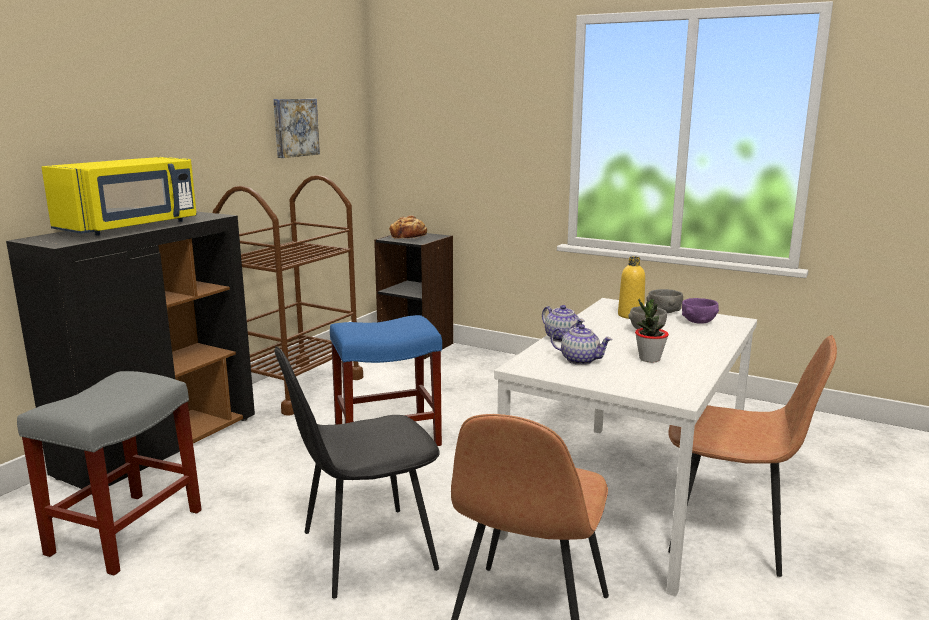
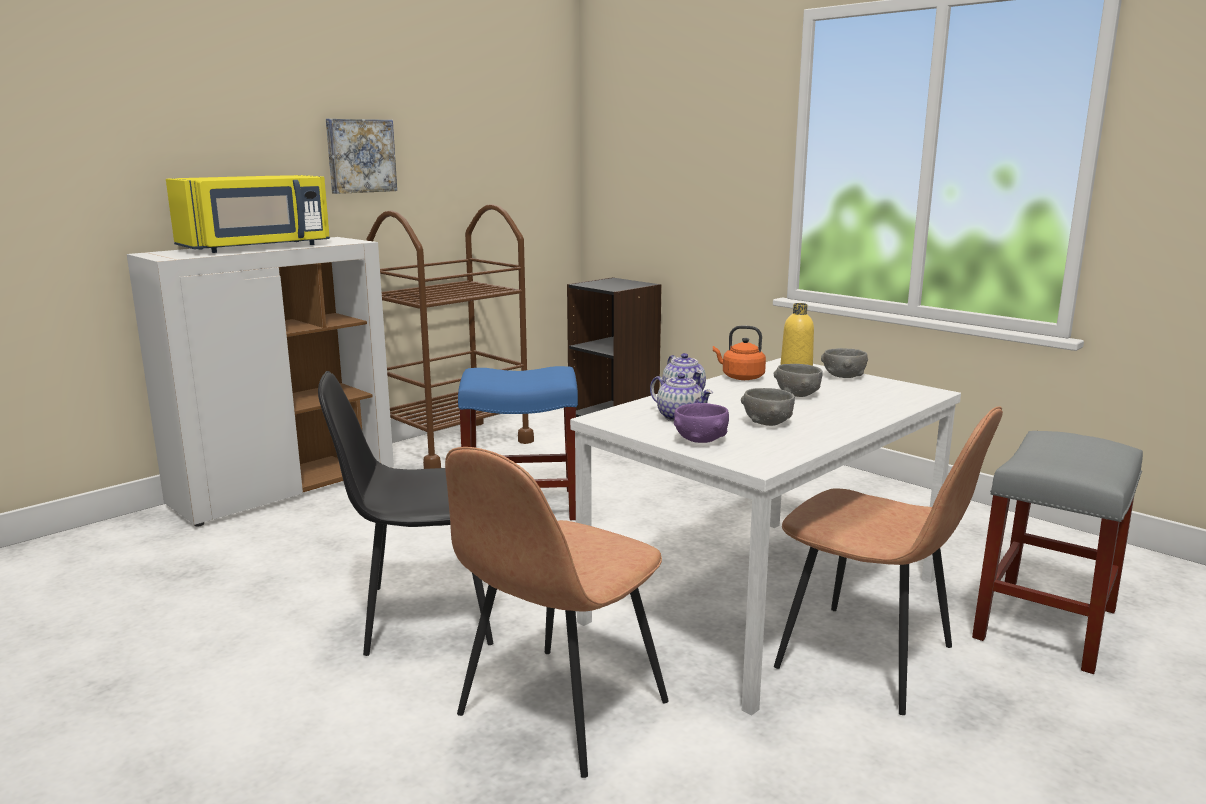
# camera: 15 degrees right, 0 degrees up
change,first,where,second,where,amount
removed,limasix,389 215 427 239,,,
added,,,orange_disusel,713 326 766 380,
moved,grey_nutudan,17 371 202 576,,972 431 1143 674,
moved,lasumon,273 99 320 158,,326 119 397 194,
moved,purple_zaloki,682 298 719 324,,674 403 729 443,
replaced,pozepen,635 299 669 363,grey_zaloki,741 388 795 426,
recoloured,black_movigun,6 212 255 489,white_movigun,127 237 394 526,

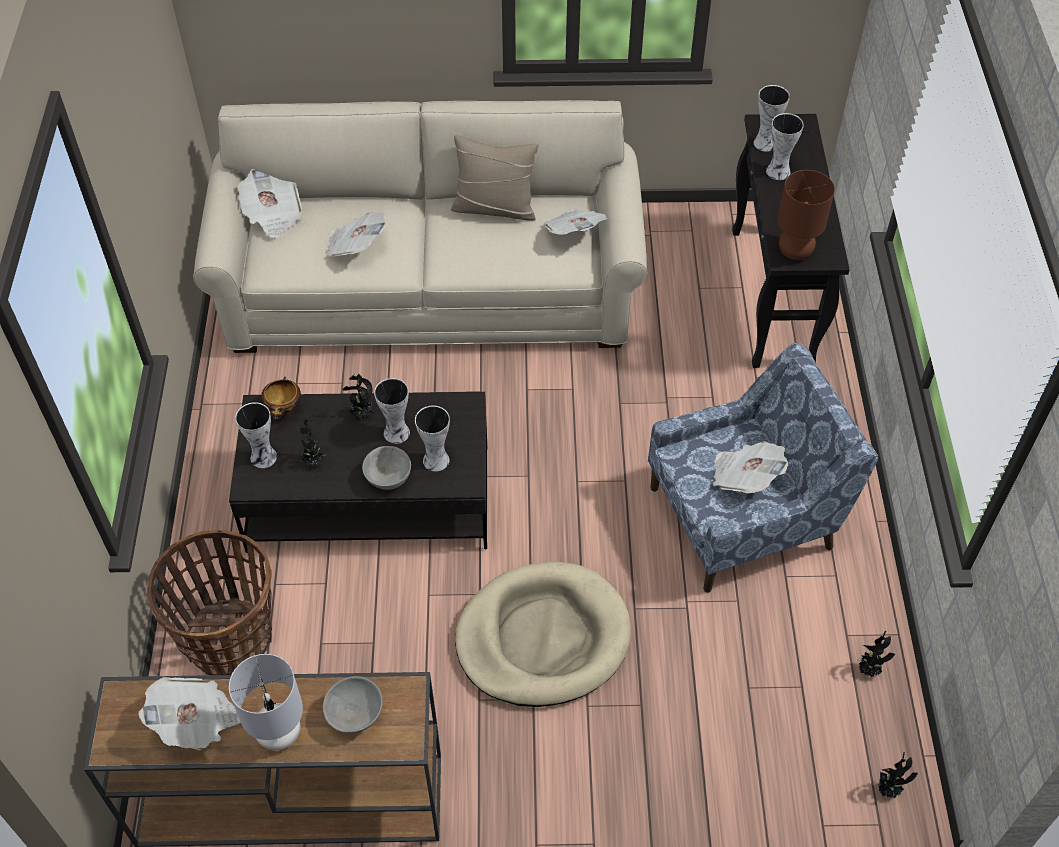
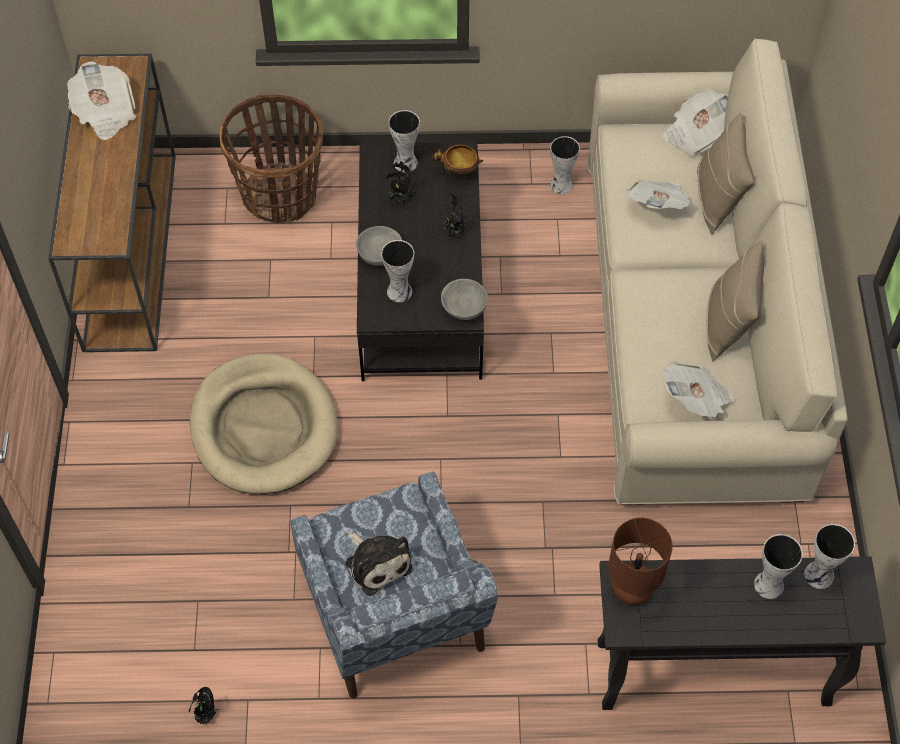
# camera: 90 degrees right, 5 degrees up
change,first,where,second,where,amount
removed,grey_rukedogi,229 654 303 751,,,
removed,pozepen,878 752 918 799,,,
added,,,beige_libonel,697 113 754 235,
moved,grey_zaloki,323 676 383 733,,441 279 488 320,
moved,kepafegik,374 378 410 444,,550 136 580 194,
replaced,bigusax,713 441 788 493,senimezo,345 532 412 596,

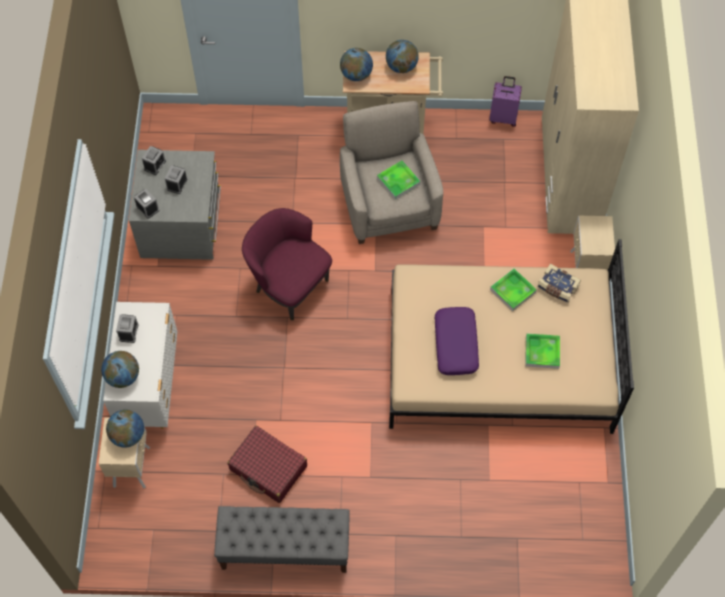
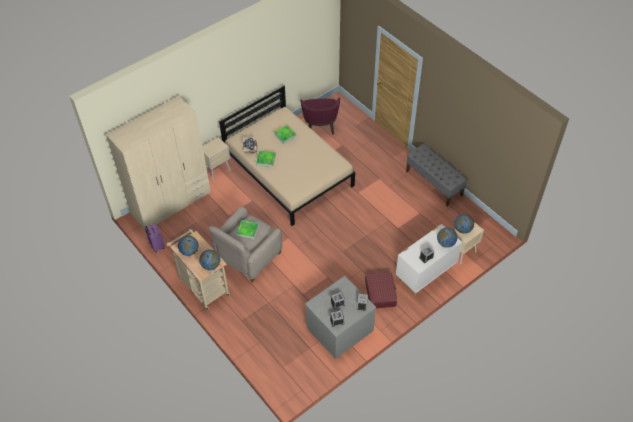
# camera: 130 degrees left, 10 degrees down
change,first,where,second,where,amount
removed,purple_libonel,434 307 479 375,,,
moved,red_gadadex,227 426 307 503,,365 272 397 308,
moved,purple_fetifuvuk,242 208 332 320,,300 97 340 135,

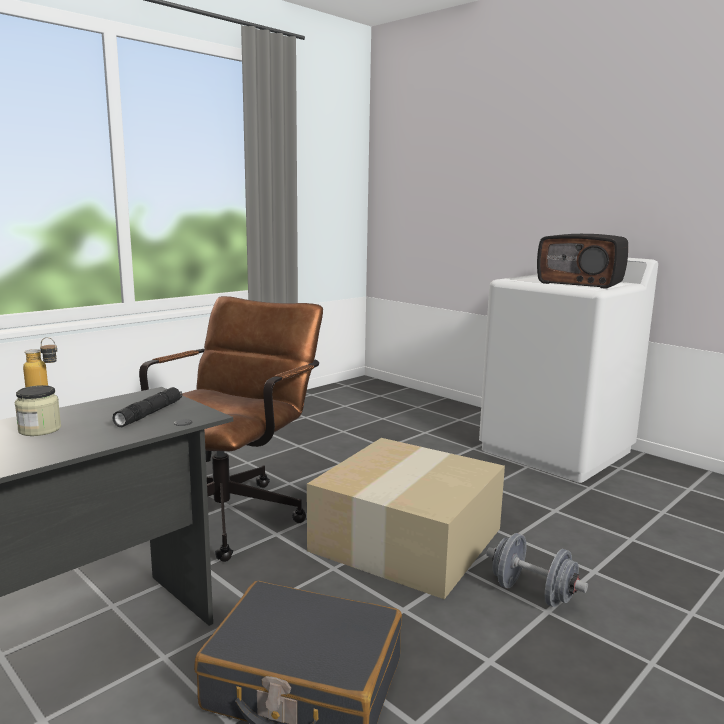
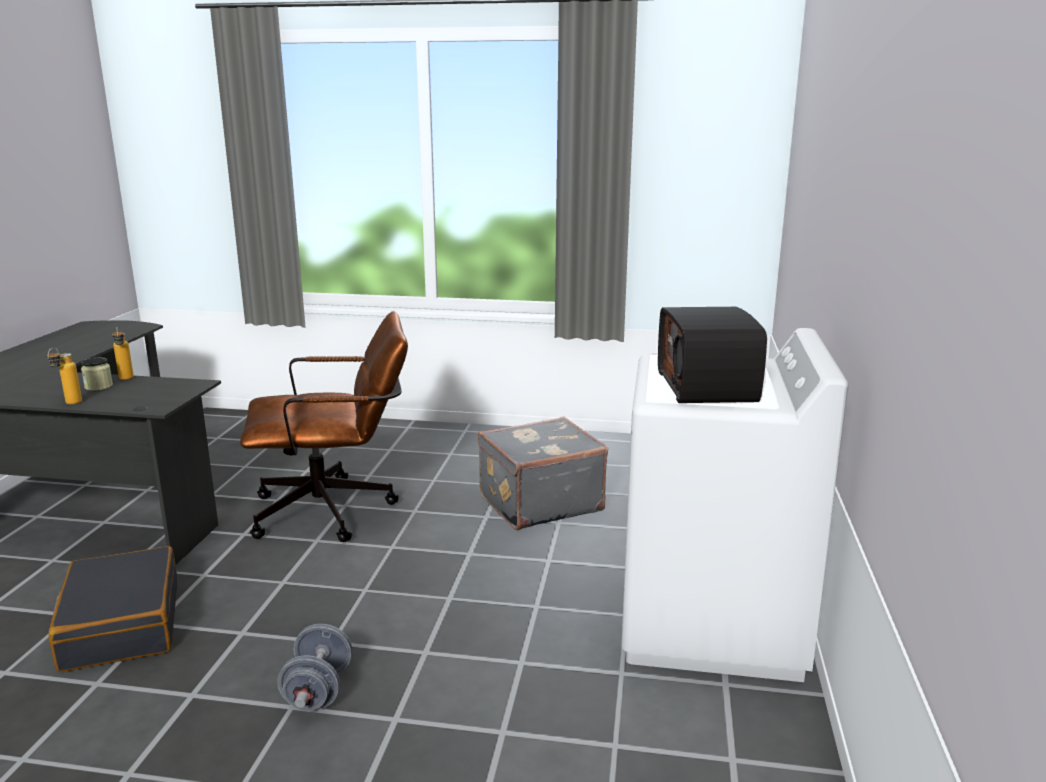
# camera: 55 degrees right, 5 degrees up
change,first,where,second,where,amount
removed,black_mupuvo,112 387 182 427,,,
removed,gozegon,307 438 505 599,,,
added,,,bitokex,47 348 82 404,
added,,,grey_gadadex,478 417 608 530,

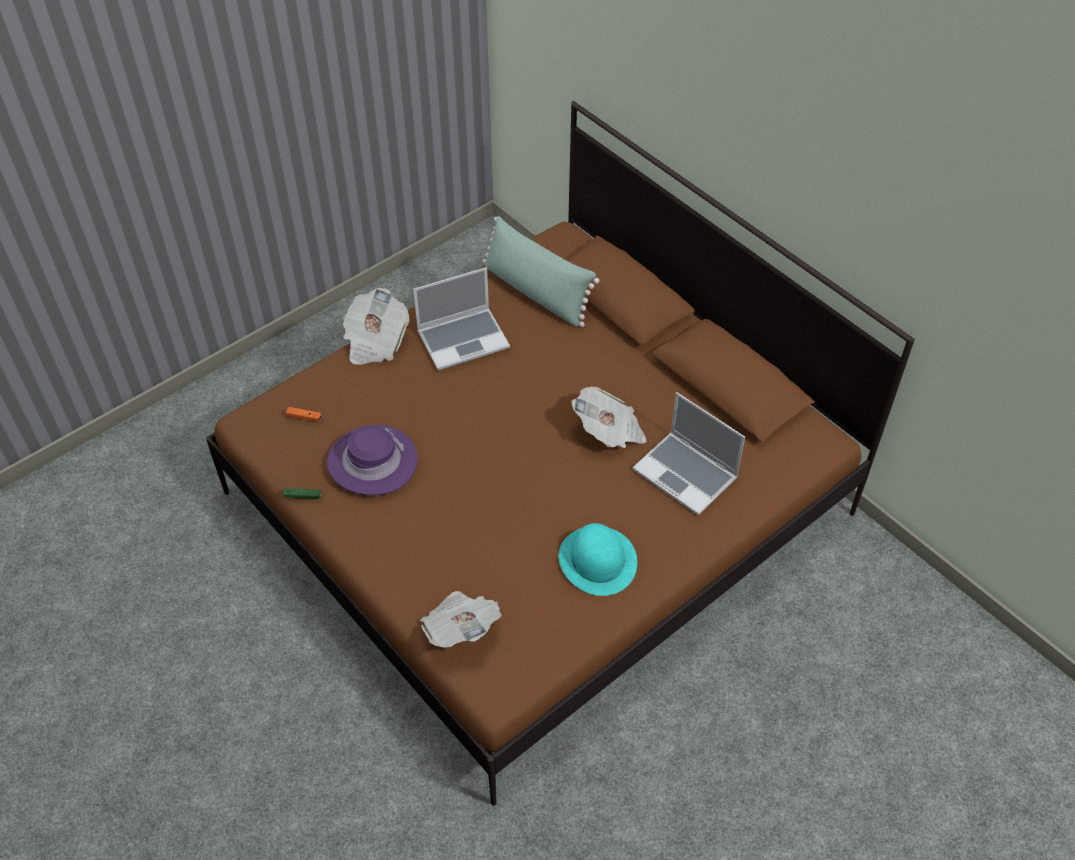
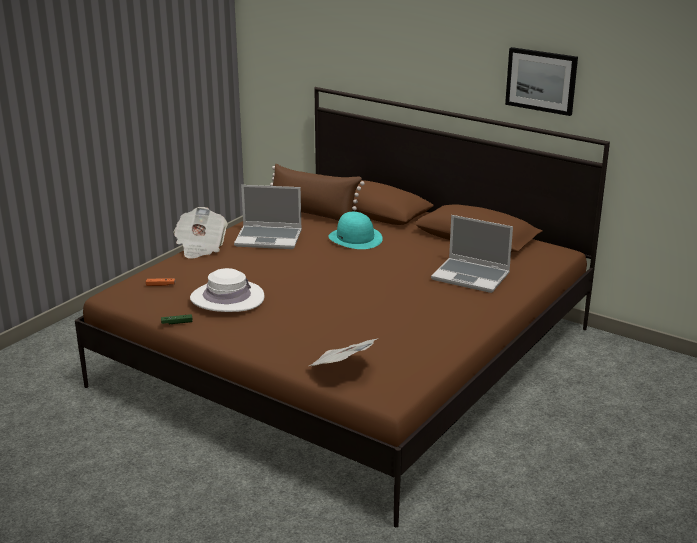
# camera: 15 degrees left, 25 degrees down
change,first,where,second,where,amount
removed,bigusax,572 386 647 448,,,
added,,,lasumon,505 47 578 116,
moved,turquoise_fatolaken,558 523 637 596,,328 212 383 249,
recoloured,purple_fatolaken,327 425 418 496,white_fatolaken,190 268 265 312,
recoloured,green_libonel,482 216 599 327,brown_libonel,270 164 365 221,
turned,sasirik,413 267 510 370,,234 185 302 249,45 degrees clockwise

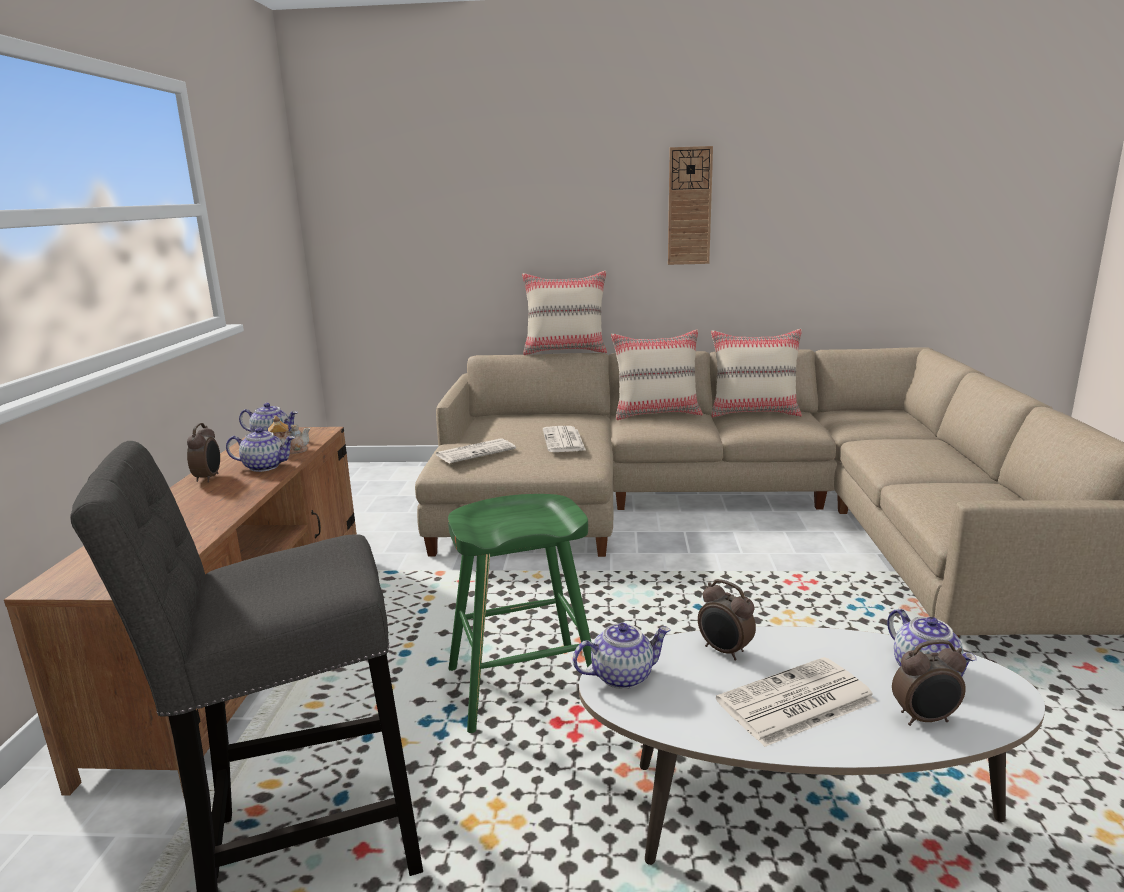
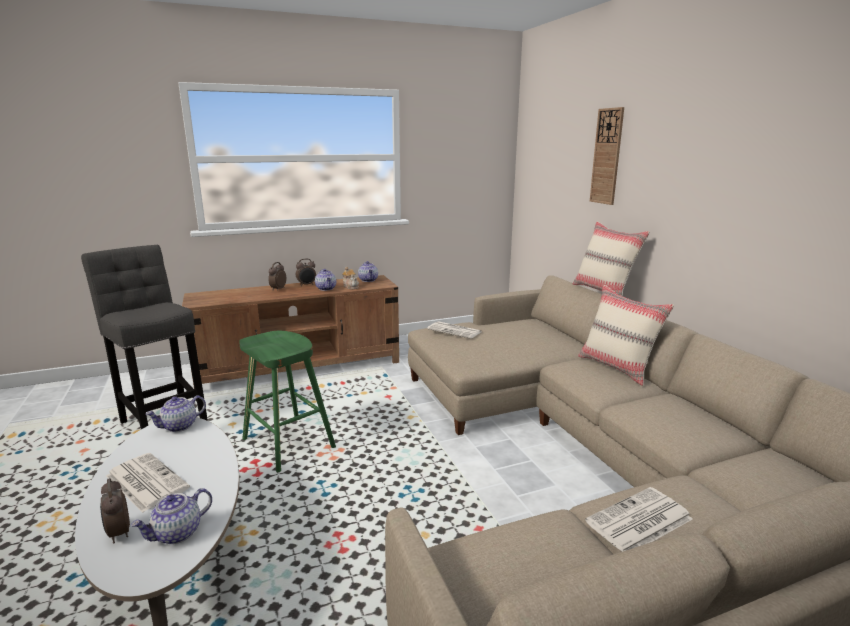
# camera: 65 degrees right, 0 degrees up
change,first,where,second,where,amount
removed,beige_libonel,711 329 802 417,,,
moved,bigusax,543 426 586 452,,585 487 693 552,
moved,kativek,668 146 713 265,,590 107 624 205,
moved,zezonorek,698 579 756 660,,268 262 286 291,
turned,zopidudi,573 623 671 689,,146 395 206 432,90 degrees clockwise

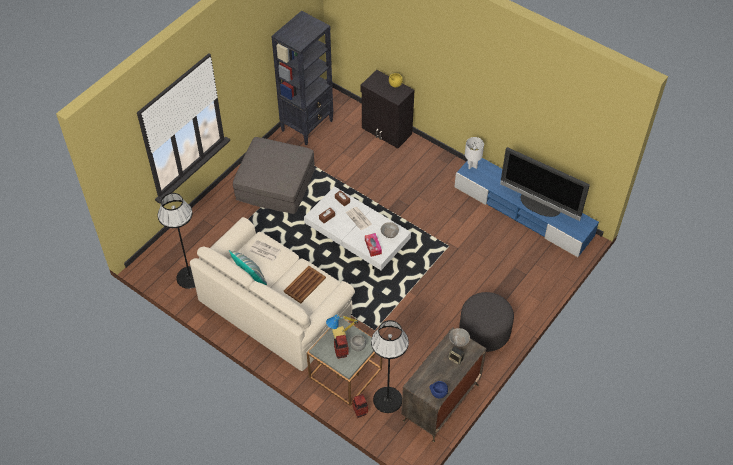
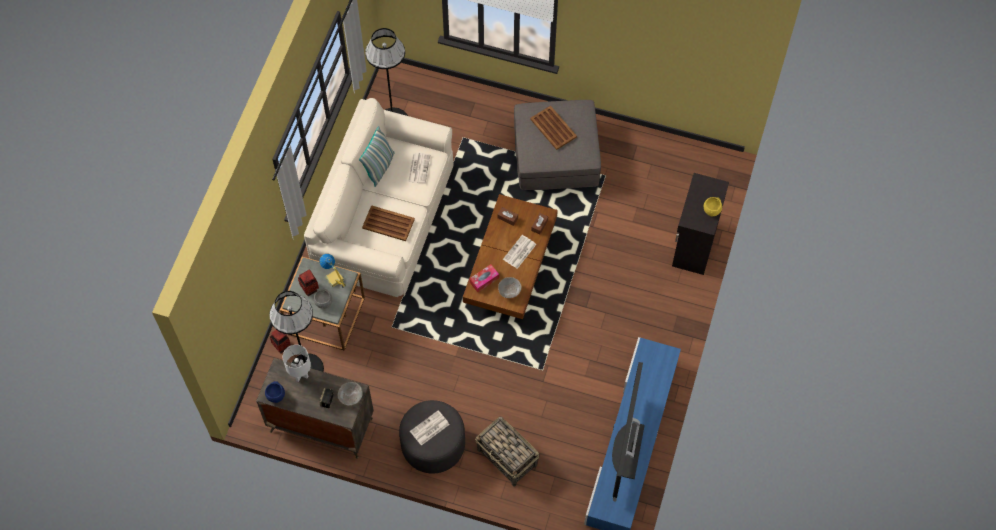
# camera: 70 degrees right, 10 degrees up
change,first,where,second,where,amount
removed,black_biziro,271 11 334 146,,,
added,,,bigusax,410 410 450 446,
added,,,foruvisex,475 417 539 487,
added,,,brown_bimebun,530 105 577 150,
moved,white_rukedogi,465 137 484 169,,283 345 311 382,
recoloured,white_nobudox,304 186 411 270,brown_nobudox,463 194 558 319,

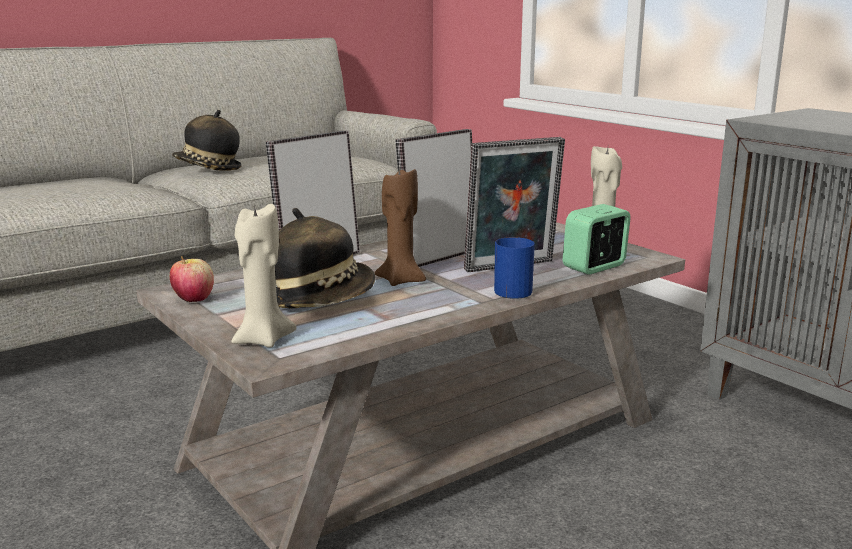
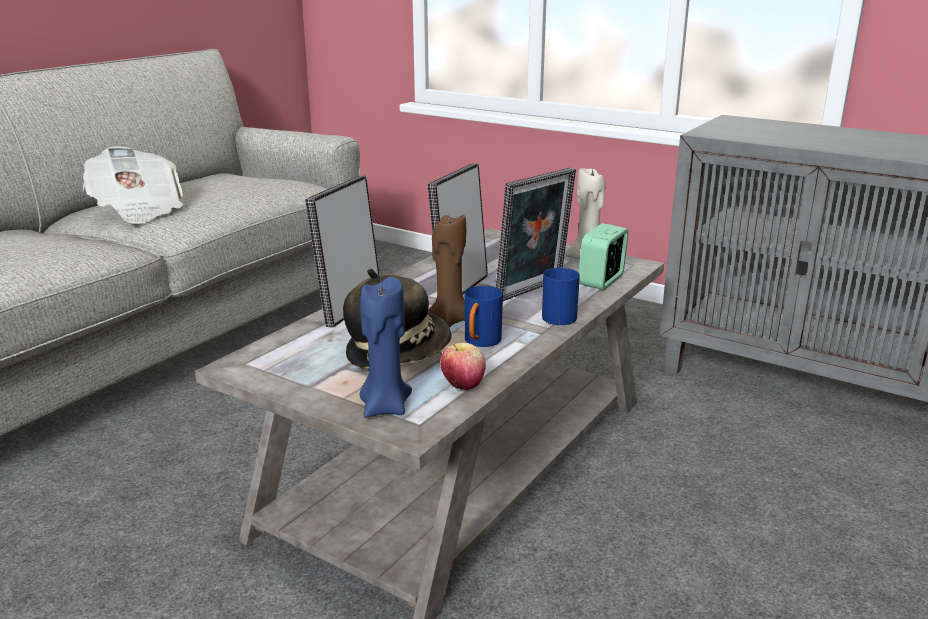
# camera: 20 degrees left, 5 degrees up
change,first,where,second,where,amount
added,,,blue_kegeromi,464 286 503 347,
moved,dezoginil,170 256 214 302,,440 343 486 390,
replaced,fatolaken,172 110 242 171,bigusax,82 146 183 224,
recoloured,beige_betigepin,231 204 296 348,blue_betigepin,360 277 412 418,

